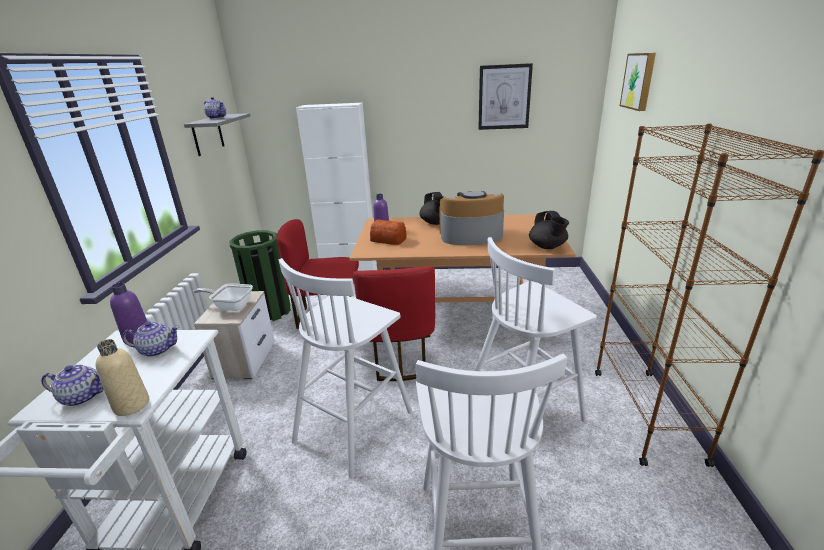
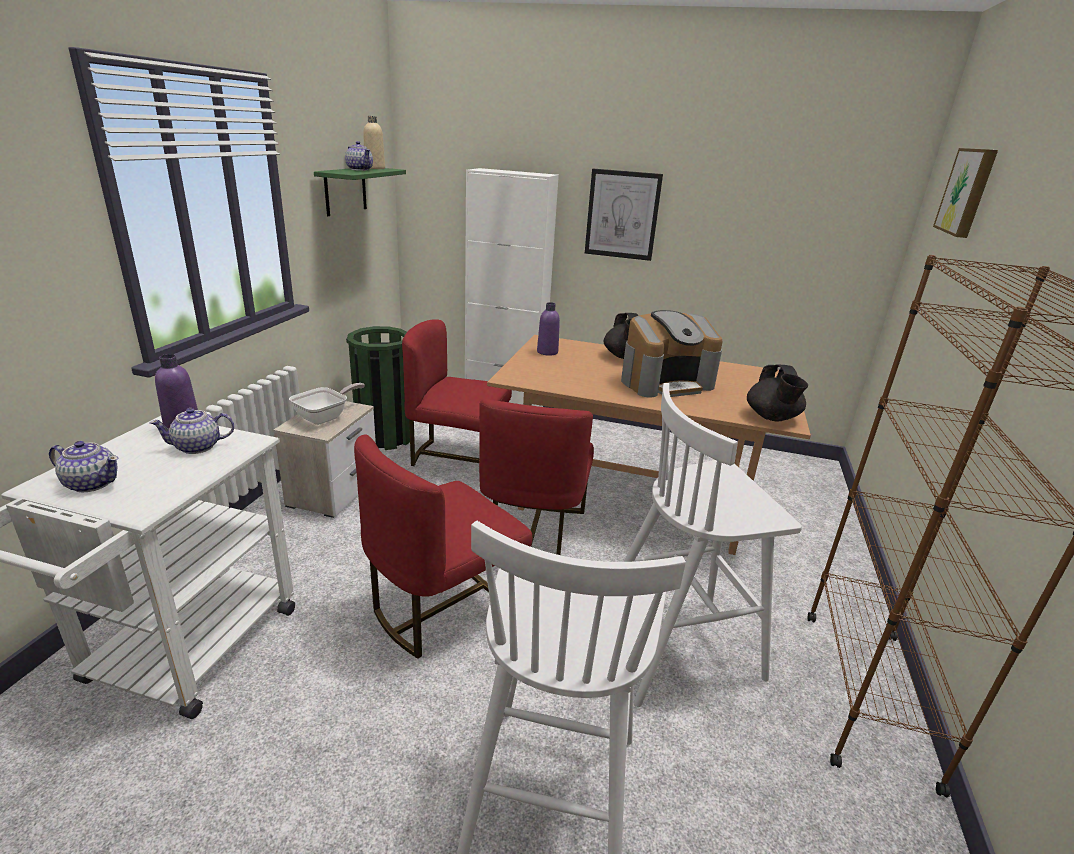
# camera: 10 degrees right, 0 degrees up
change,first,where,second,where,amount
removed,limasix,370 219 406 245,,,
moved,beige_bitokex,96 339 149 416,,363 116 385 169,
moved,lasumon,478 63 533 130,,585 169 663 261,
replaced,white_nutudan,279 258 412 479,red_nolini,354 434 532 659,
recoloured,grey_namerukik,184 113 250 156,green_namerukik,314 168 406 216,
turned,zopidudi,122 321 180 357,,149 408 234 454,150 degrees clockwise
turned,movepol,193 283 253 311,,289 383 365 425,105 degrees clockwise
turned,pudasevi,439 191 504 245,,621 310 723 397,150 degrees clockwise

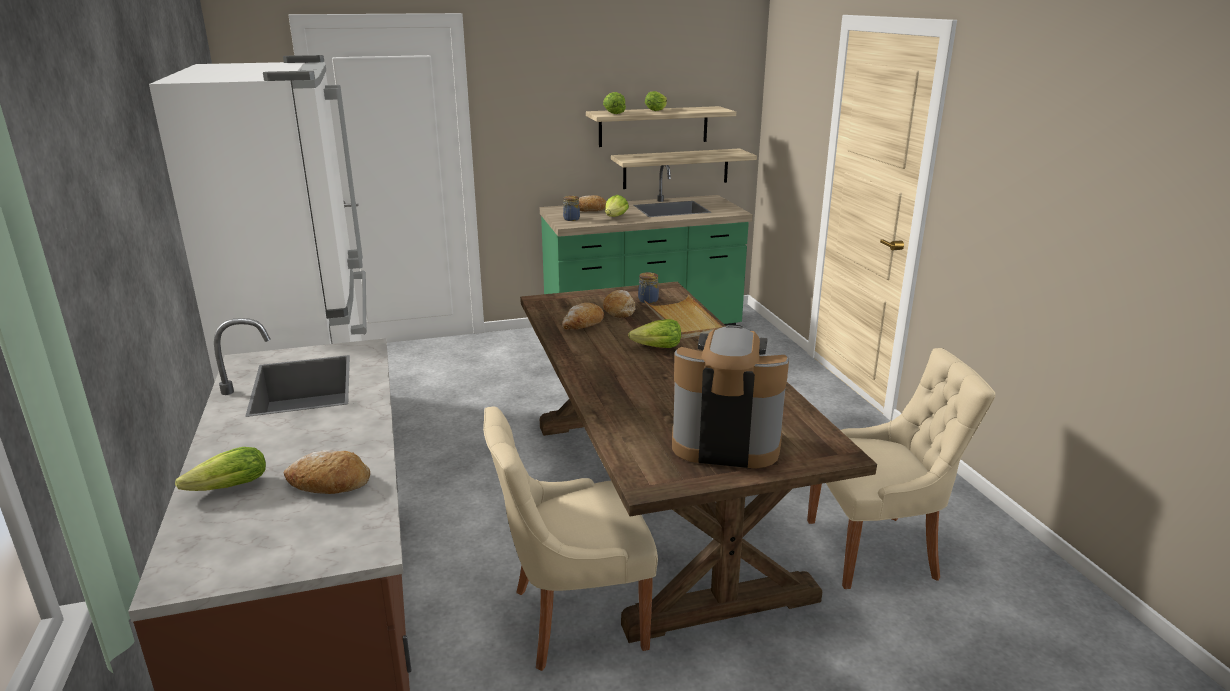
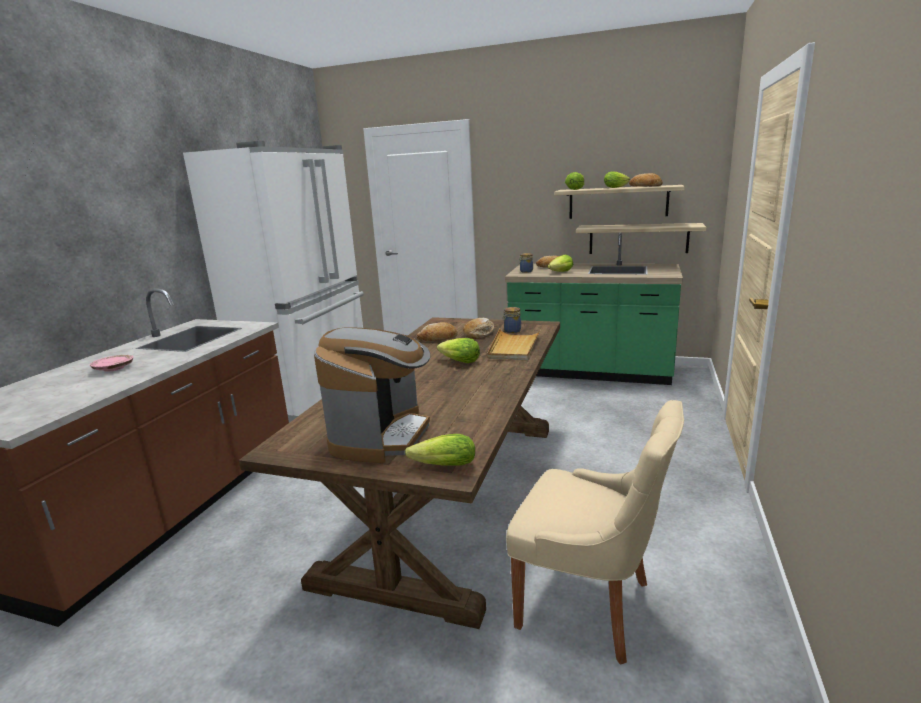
# camera: 35 degrees right, 5 degrees down
change,first,where,second,where,amount
removed,beige_nolini,483 406 658 671,,,
added,,,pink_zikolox,90 355 133 372,
moved,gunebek,175 447 266 491,,405 434 475 466,
moved,limasix,284 450 370 494,,629 173 663 187,
turned,pudasevi,672 325 789 468,,314 327 430 463,60 degrees clockwise

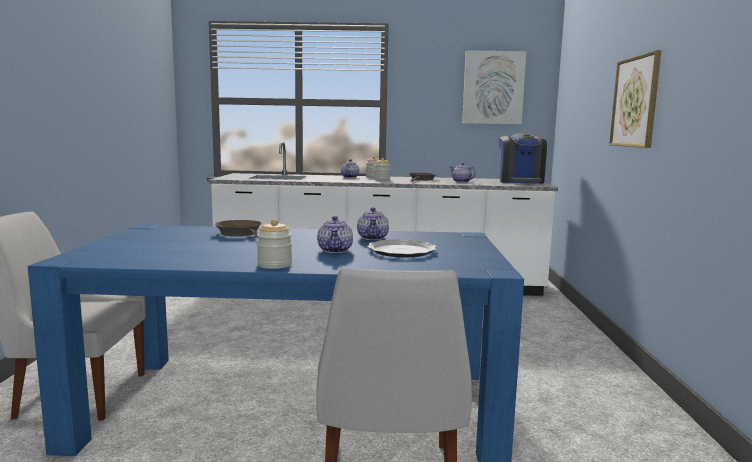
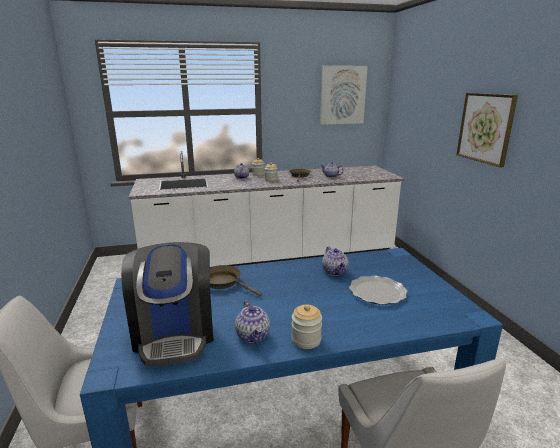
# camera: 15 degrees left, 10 degrees up
change,first,where,second,where,amount
moved,zopidudi,317 216 353 253,,235 301 270 343,
moved,pudasevi,499 133 547 184,,121 242 214 366,

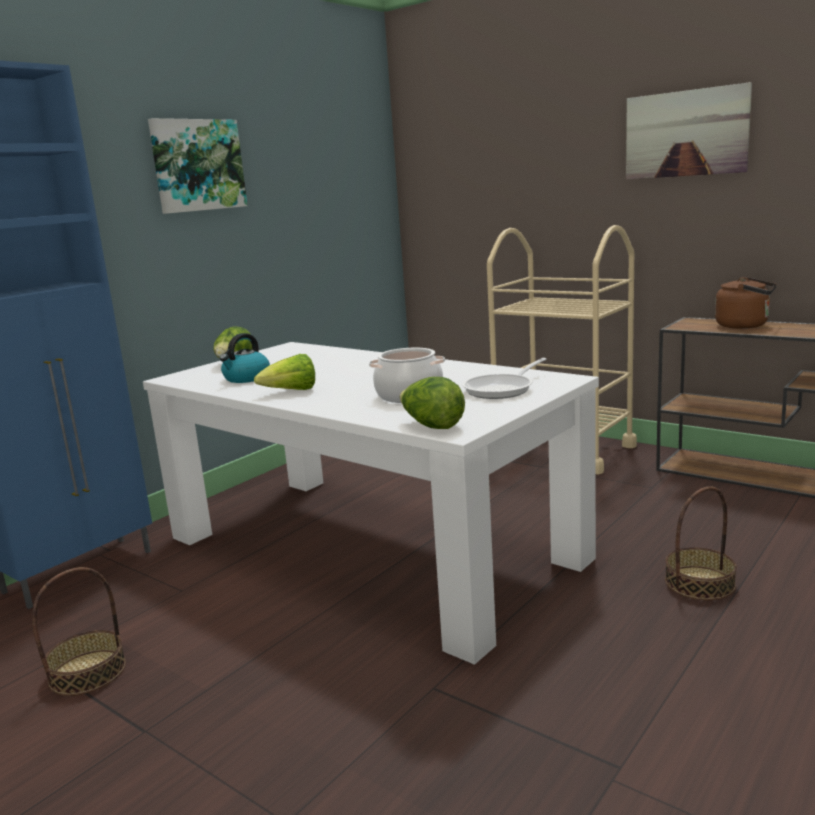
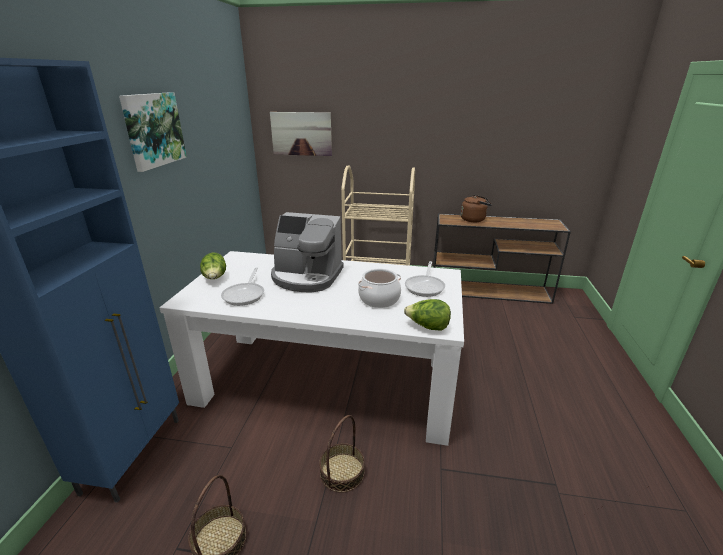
# camera: 30 degrees left, 10 degrees up
change,first,where,second,where,amount
removed,gunebek,254 354 315 390,,,
added,,,pudasevi,271 212 344 292,
moved,lasumon,626 82 752 180,,270 112 332 156,
moved,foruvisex,665 486 737 600,,319 415 365 492,
replaced,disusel,220 333 270 383,movepol,221 267 264 306,

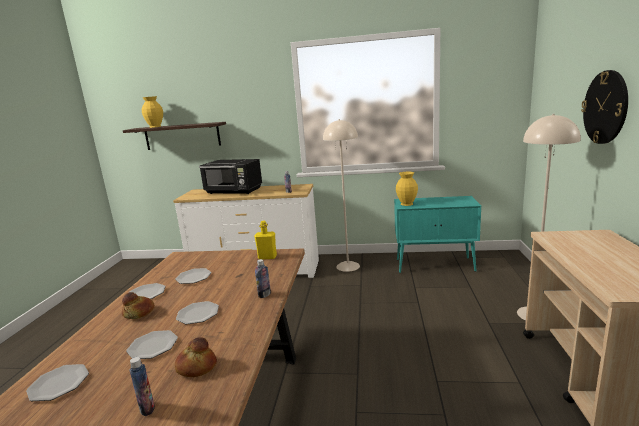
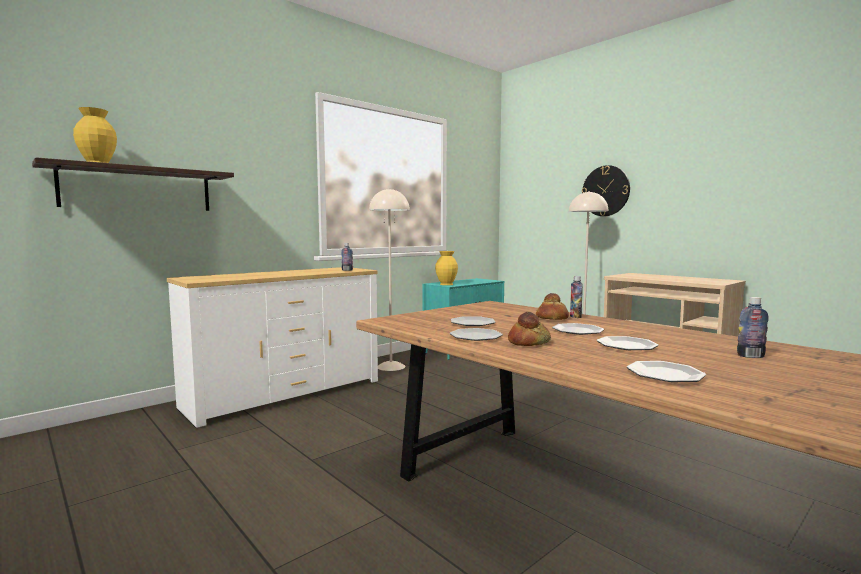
# camera: 50 degrees left, 10 degrees down
change,first,where,second,where,amount
removed,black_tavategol,199 159 262 194,,,
removed,yellow_bitokex,254 221 277 259,,,
moved,limasix,175 337 217 377,,536 293 569 320,

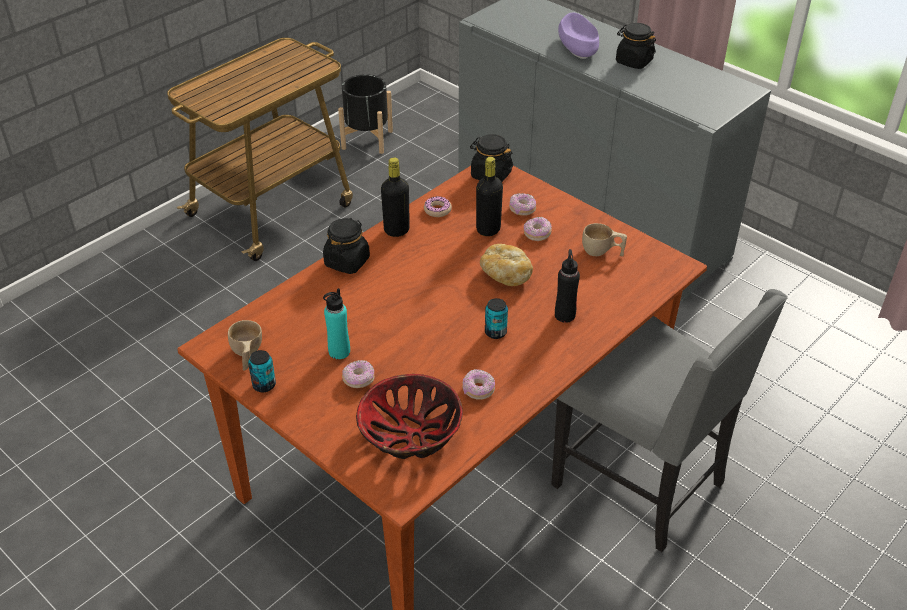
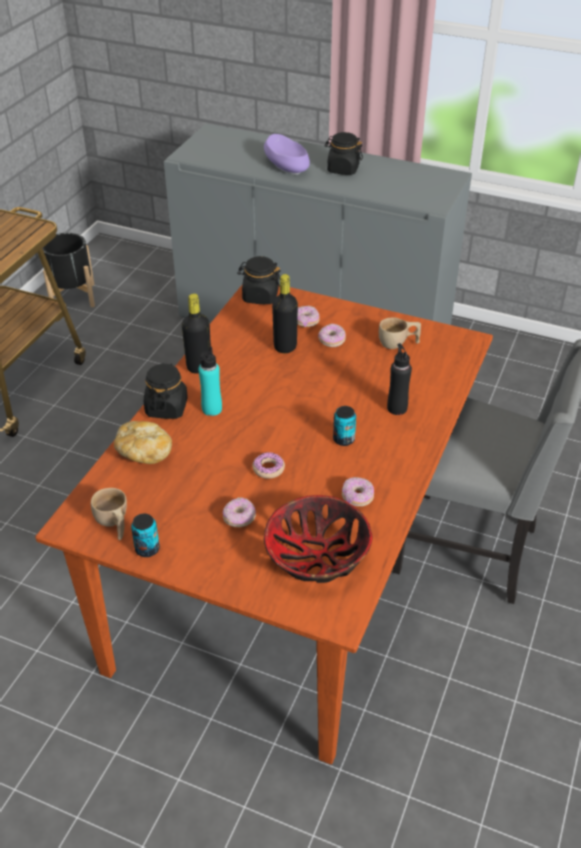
# camera: 20 degrees left, 0 degrees up
change,first,where,second,where,amount
moved,turquoise_bitokex,323 288 350 359,,198 346 222 416,
moved,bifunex,424 196 452 217,,252 452 285 479,
moved,limasix,480 244 533 286,,114 421 172 464,

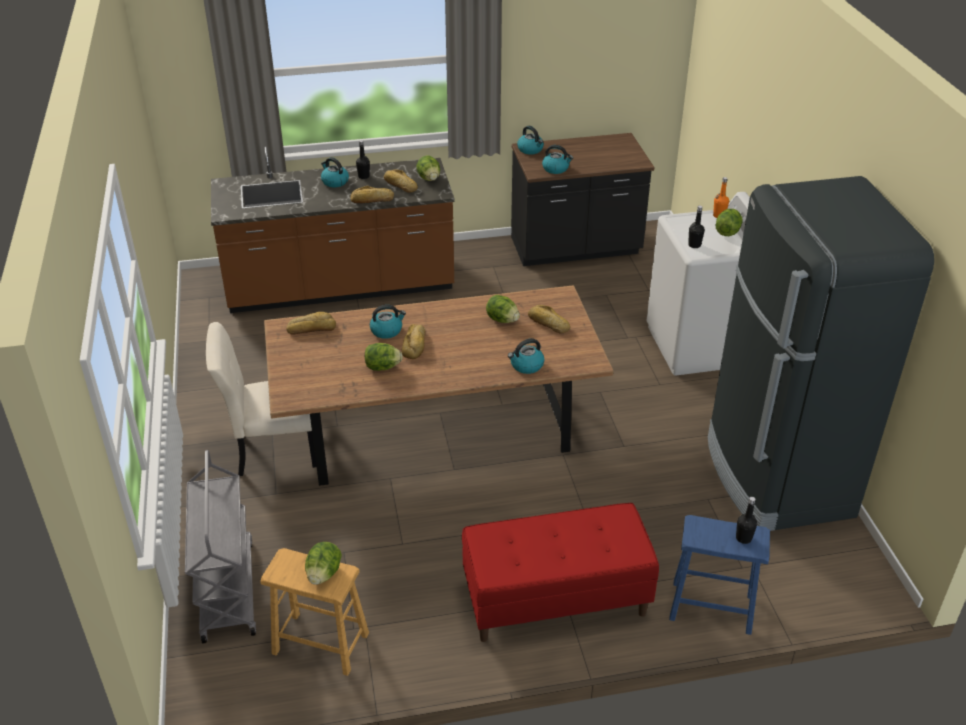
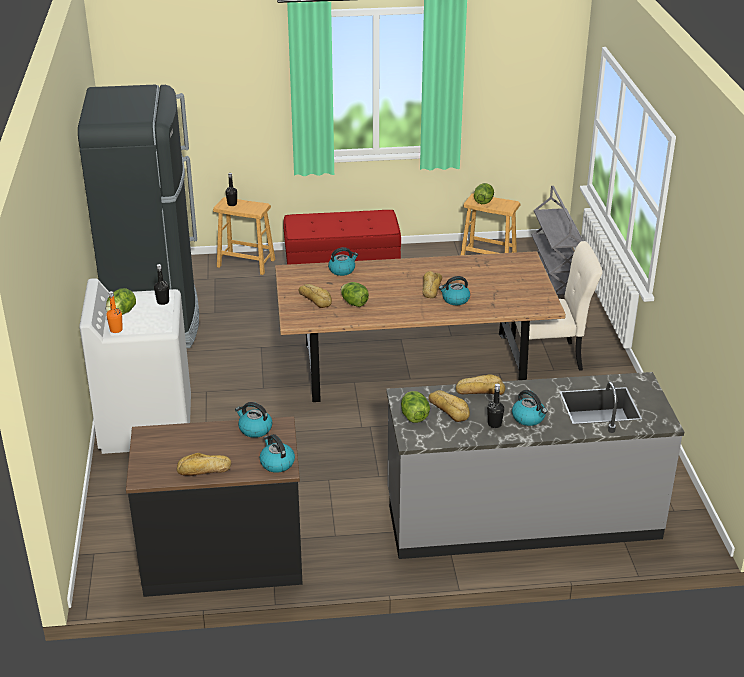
# camera: 175 degrees left, 5 degrees down
change,first,where,second,where,amount
removed,gunebek,365 343 403 371,,,
moved,limasix,286 312 336 335,,177 453 231 476,
recoloured,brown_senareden,211 147 455 313,grey_senareden,386 372 684 559,
recoloured,blue_nutudan,669 515 770 635,brown_nutudan,213 197 275 275,

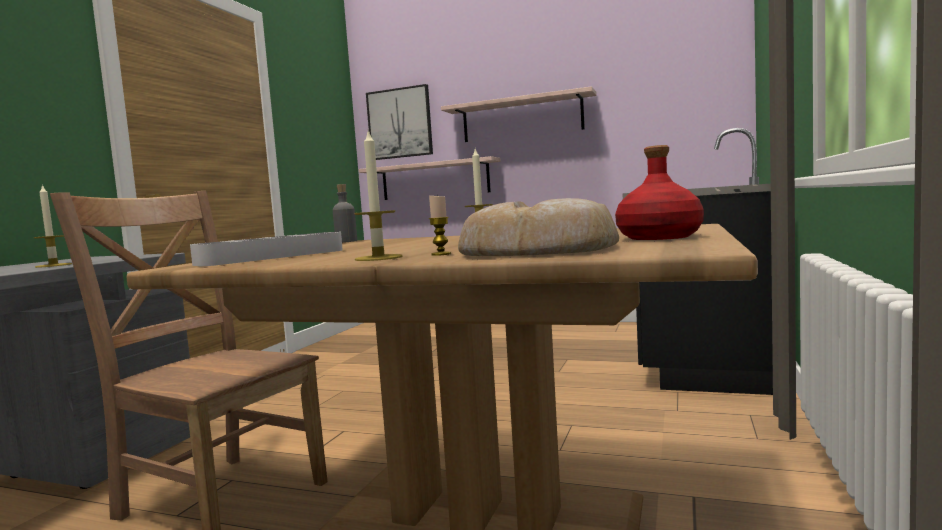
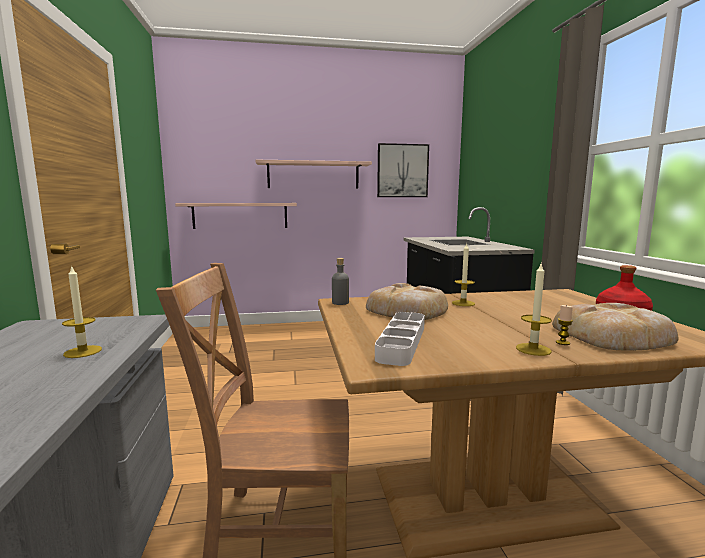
# camera: 30 degrees left, 5 degrees up
change,first,where,second,where,amount
added,,,limasix,366 283 448 320,
moved,lasumon,366 84 433 160,,377 143 429 197,

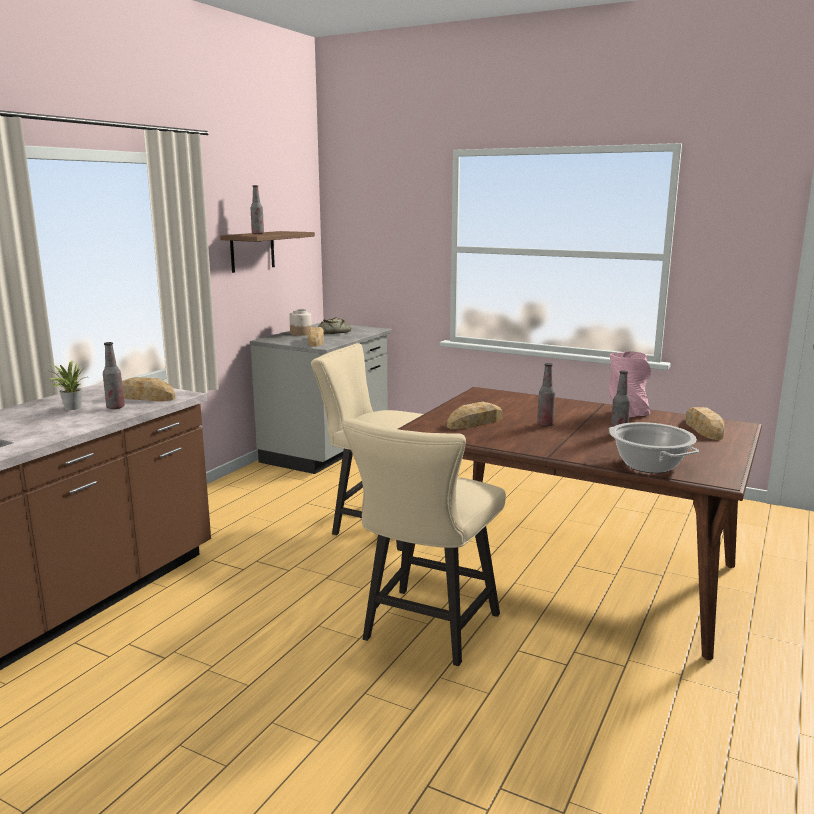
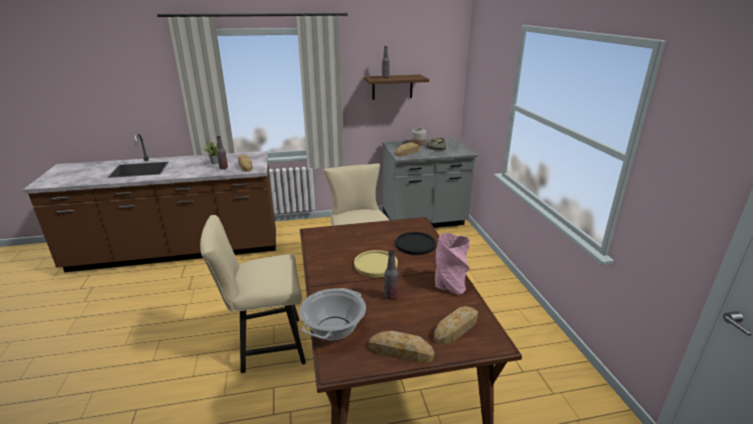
# camera: 50 degrees right, 10 degrees up
change,first,where,second,where,amount
added,,,black_zikolox,396 232 436 255,
moved,limasix,447 402 503 429,,368 331 434 363,
replaced,bitokex,537 363 555 427,yellow_zikolox,354 250 398 277,

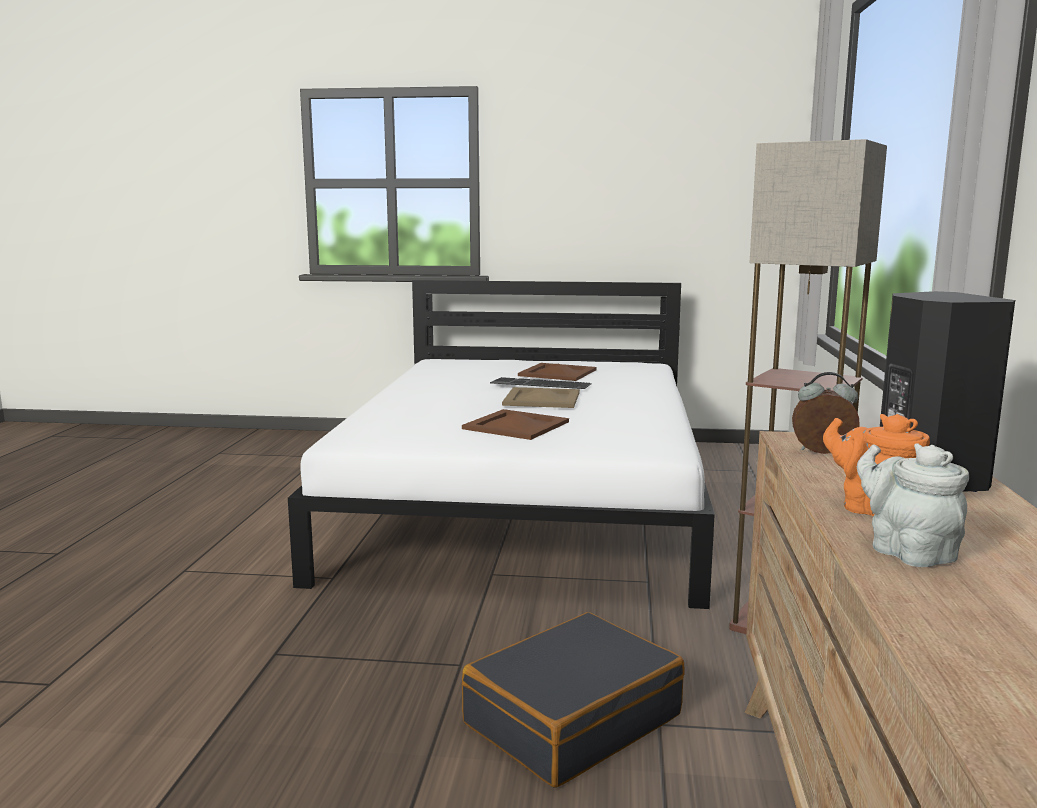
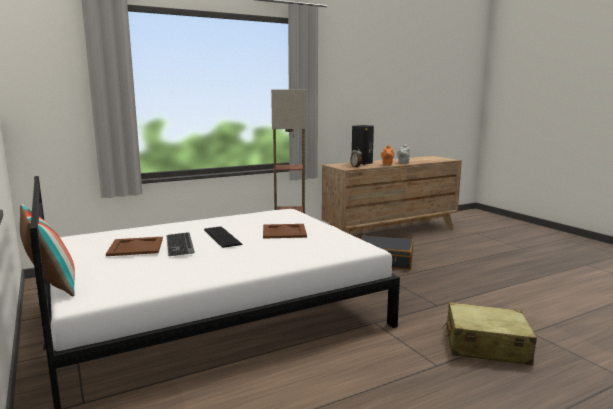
# camera: 125 degrees left, 0 degrees up
change,first,where,second,where,amount
added,,,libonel,20 204 75 296,
added,,,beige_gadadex,443 302 537 365,
replaced,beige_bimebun,502 387 580 408,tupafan,204 227 242 248,

